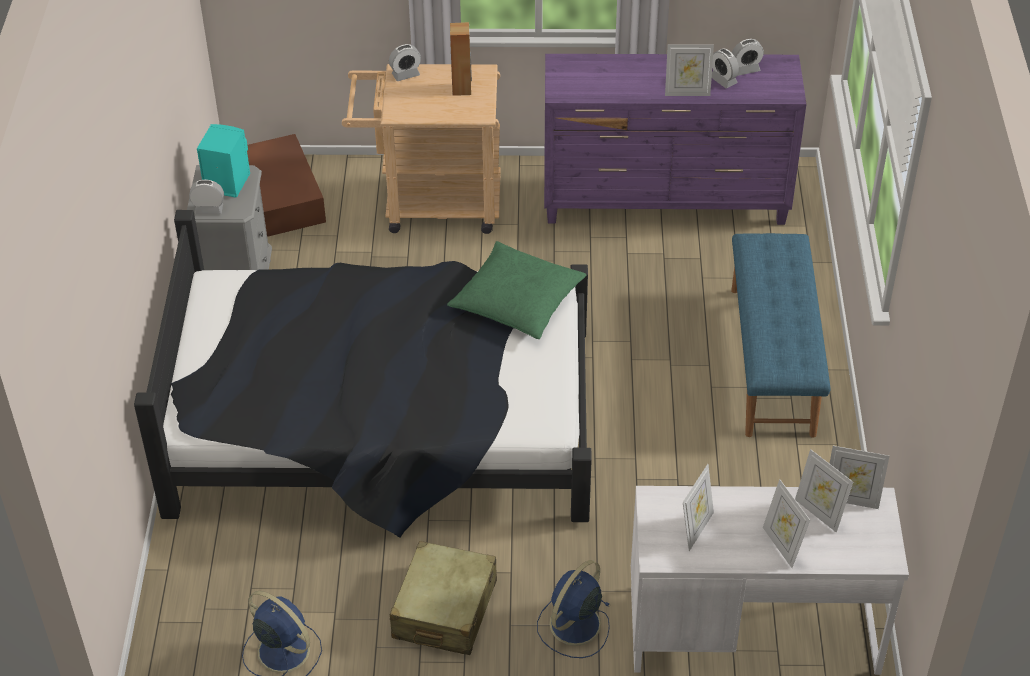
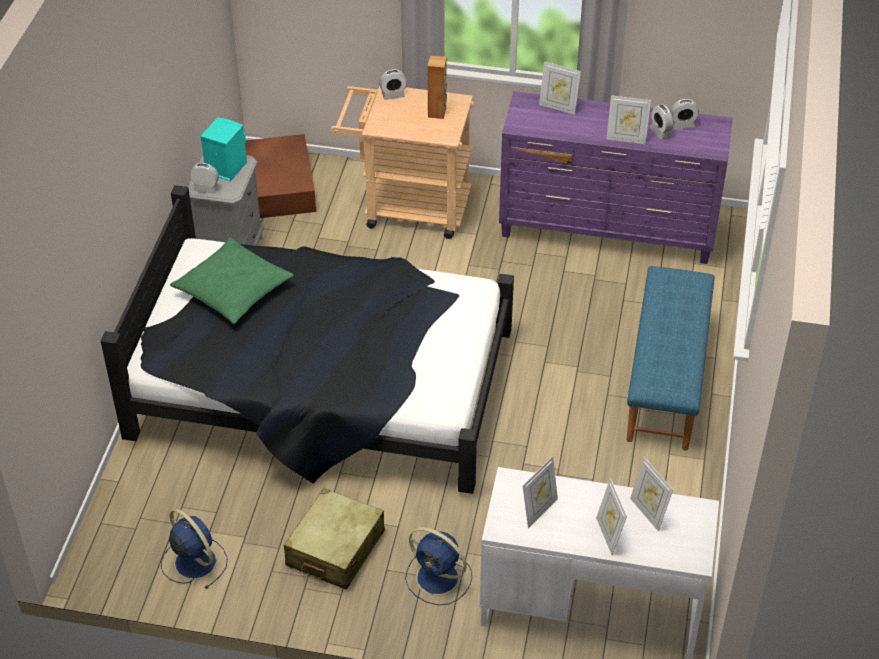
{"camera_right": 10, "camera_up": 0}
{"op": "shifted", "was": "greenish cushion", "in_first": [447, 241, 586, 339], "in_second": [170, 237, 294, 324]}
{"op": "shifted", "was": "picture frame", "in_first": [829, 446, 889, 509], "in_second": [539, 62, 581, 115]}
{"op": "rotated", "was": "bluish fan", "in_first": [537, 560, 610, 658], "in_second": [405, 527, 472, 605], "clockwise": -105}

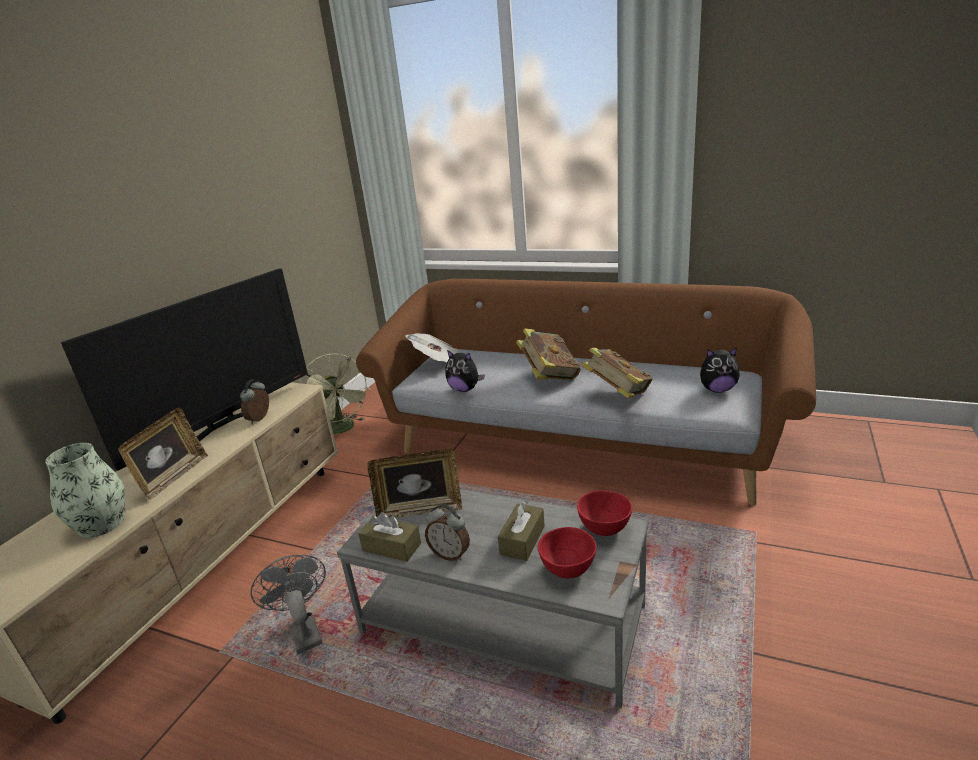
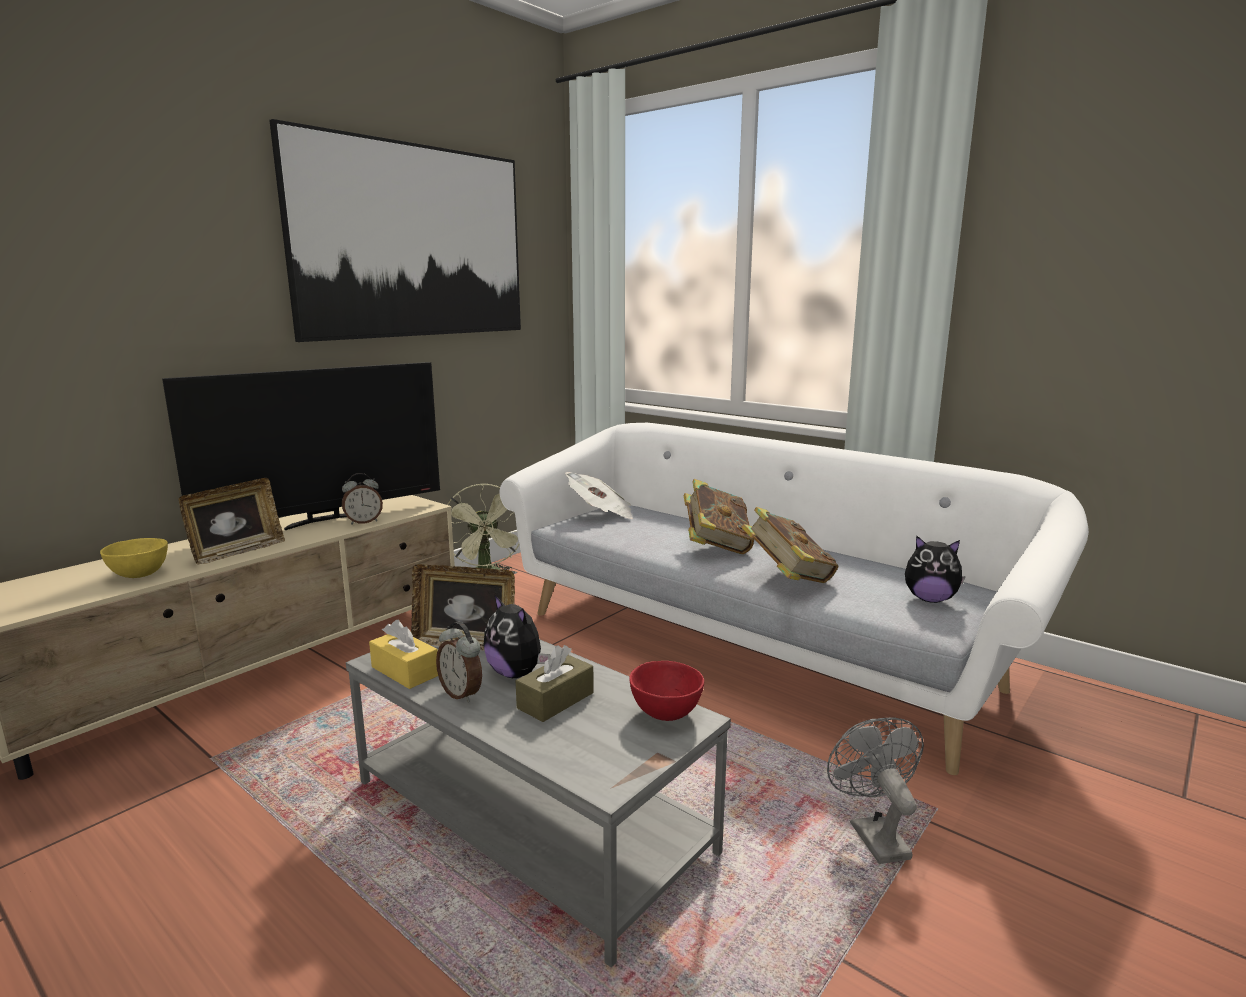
{"camera_right": 15, "camera_up": -10}
{"op": "gone", "was": "red-coloured bowl", "in_first": [538, 527, 597, 578]}
{"op": "new", "now": "picture", "in_second": [269, 119, 521, 342]}
{"op": "shifted", "was": "greyish fan", "in_first": [251, 554, 326, 654], "in_second": [827, 717, 924, 864]}
{"op": "shifted", "was": "cuddly toy", "in_first": [445, 350, 484, 392], "in_second": [484, 594, 551, 678]}
{"op": "swapped", "was": "decorative vase", "now": "yellow bowl", "in_first": [45, 443, 125, 538], "in_second": [100, 538, 168, 578]}
{"op": "repainted", "was": "brown settee", "now": "white settee", "in_first": [356, 279, 816, 505], "in_second": [500, 423, 1089, 775]}
{"op": "repainted", "was": "brown tissue box", "now": "yellow tissue box", "in_first": [358, 512, 421, 562], "in_second": [369, 620, 438, 689]}
{"op": "rotated", "was": "alarm clock", "in_first": [240, 379, 269, 424], "in_second": [342, 473, 383, 525], "clockwise": -150}

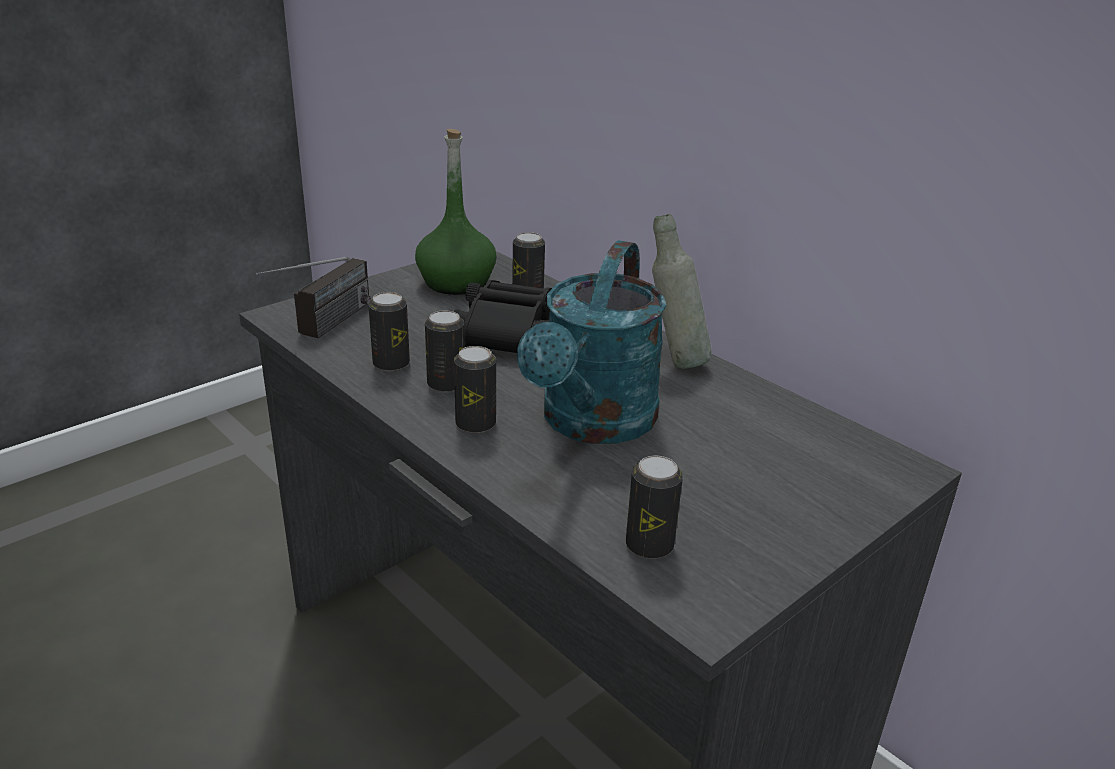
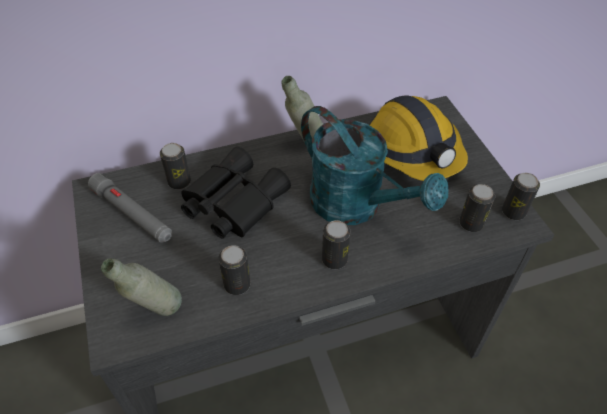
{"camera_right": -65, "camera_up": 20}
{"op": "new", "now": "hard hat", "in_second": [369, 95, 468, 181]}
{"op": "shifted", "was": "metal can", "in_first": [425, 310, 465, 393], "in_second": [502, 173, 540, 220]}
{"op": "swapped", "was": "radio", "now": "greyish beverage bottle", "in_first": [256, 257, 371, 338], "in_second": [101, 258, 182, 316]}
{"op": "swapped", "was": "greenish beverage bottle", "now": "greyish torch", "in_first": [415, 129, 496, 295], "in_second": [88, 173, 172, 243]}

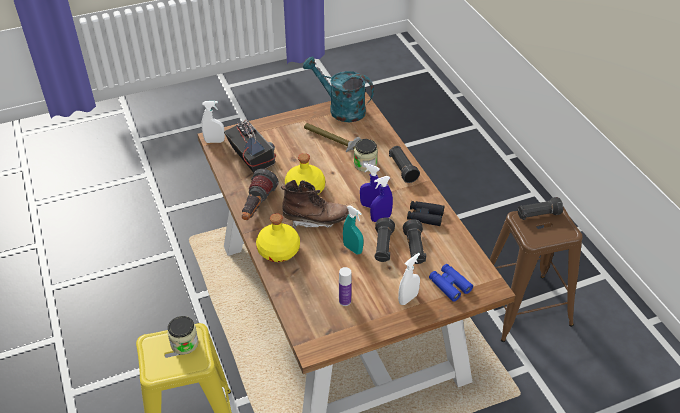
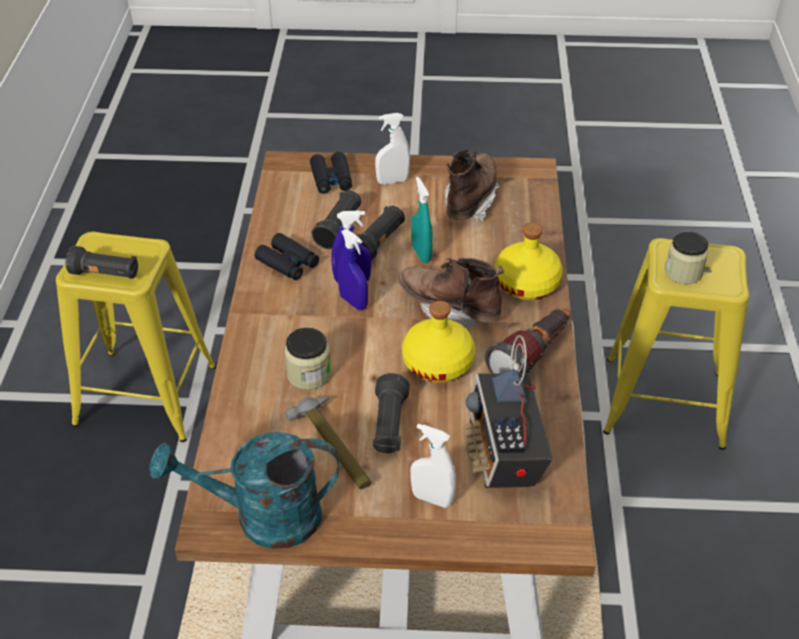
{"camera_right": -155, "camera_up": 0}
{"op": "shifted", "was": "white spray bottle", "in_first": [201, 101, 225, 143], "in_second": [410, 424, 456, 508]}
{"op": "shifted", "was": "blackish torch", "in_first": [389, 146, 420, 183], "in_second": [373, 373, 410, 454]}
{"op": "swapped", "was": "beverage bottle", "now": "brown high-top boot", "in_first": [339, 267, 352, 306], "in_second": [445, 149, 500, 222]}
{"op": "repainted", "was": "bluish field glasses", "now": "blackish field glasses", "in_first": [429, 264, 473, 302], "in_second": [310, 152, 352, 194]}
{"op": "repainted", "was": "brown sitting stool", "now": "yellow sitting stool", "in_first": [490, 207, 583, 342], "in_second": [56, 232, 216, 442]}
{"op": "rotated", "was": "turquoise watering pot", "in_first": [303, 57, 374, 122], "in_second": [149, 432, 339, 549], "clockwise": 120}

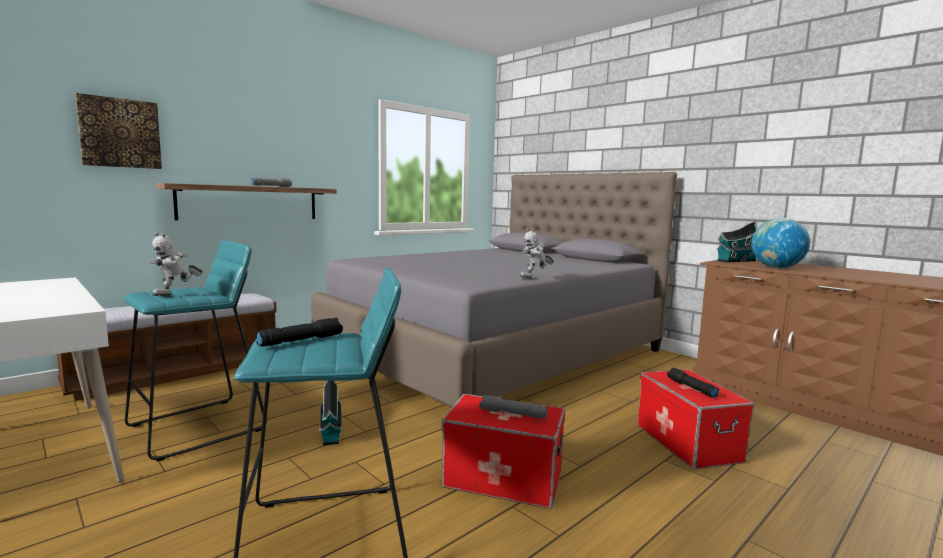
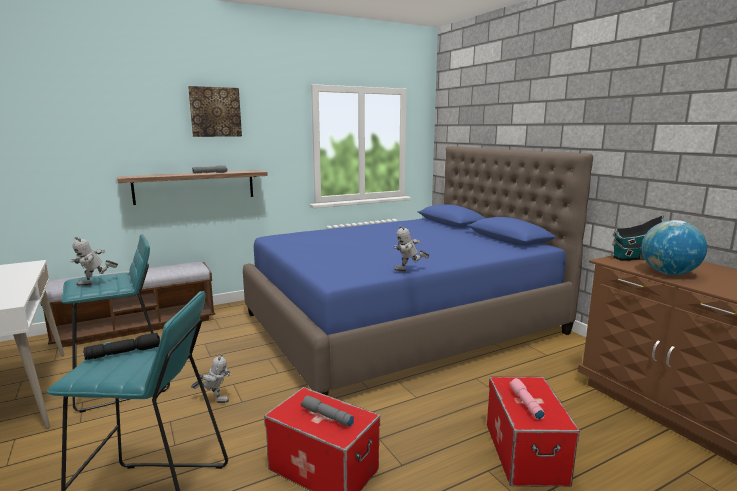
{"camera_right": 15, "camera_up": 5}
{"op": "shifted", "was": "picture", "in_first": [75, 93, 162, 169], "in_second": [188, 86, 242, 137]}
{"op": "swapped", "was": "toy house", "now": "toy robot", "in_first": [319, 381, 342, 446], "in_second": [191, 353, 232, 403]}
{"op": "repainted", "was": "greyish bedroom bed", "now": "bluish bedroom bed", "in_first": [311, 172, 677, 408], "in_second": [243, 146, 593, 396]}
{"op": "repainted", "was": "blackish torch", "now": "pink torch", "in_first": [667, 368, 719, 398], "in_second": [509, 378, 545, 419]}

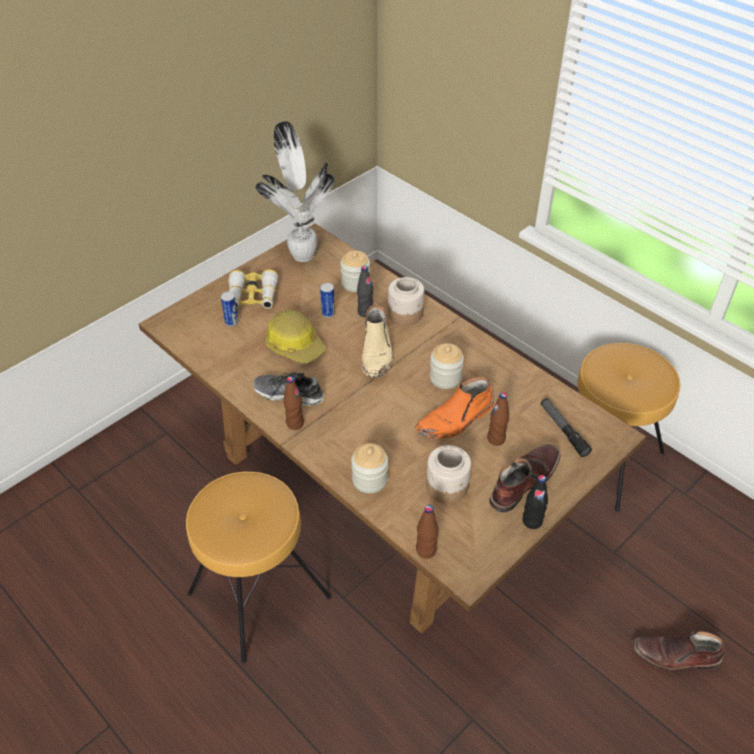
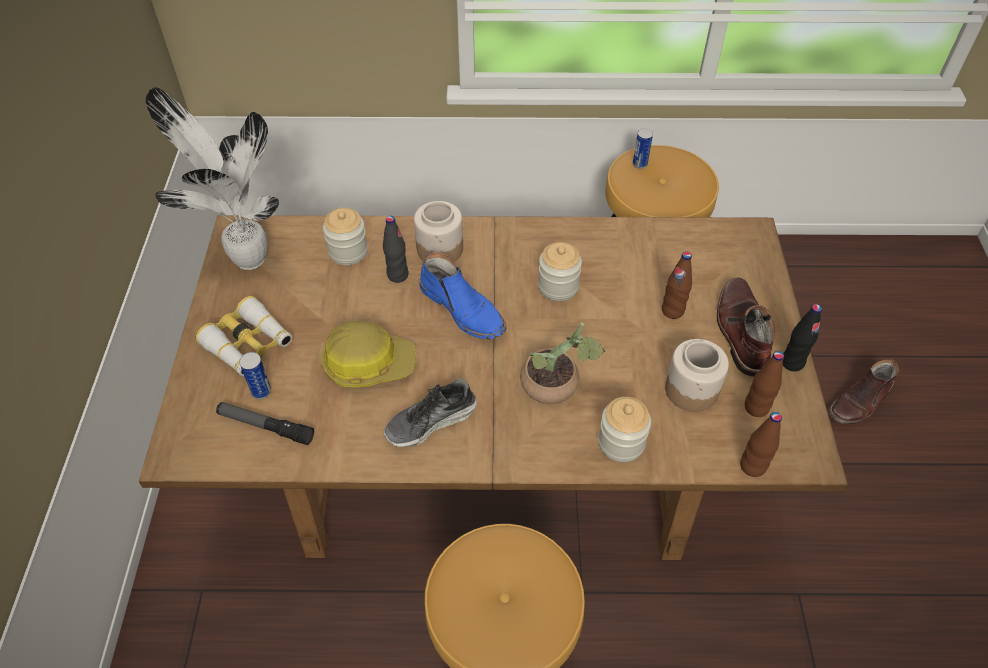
{"camera_right": -45, "camera_up": 5}
{"op": "gone", "was": "orangey high-top boot", "in_first": [415, 377, 494, 439]}
{"op": "new", "now": "potted plant", "in_second": [520, 322, 605, 404]}
{"op": "shifted", "was": "brown beverage bottle", "in_first": [283, 376, 304, 430], "in_second": [745, 351, 784, 417]}
{"op": "shifted", "was": "metal can", "in_first": [320, 283, 335, 318], "in_second": [633, 128, 653, 169]}
{"op": "shifted", "was": "torch", "in_first": [541, 398, 592, 457], "in_second": [216, 402, 314, 445]}
{"op": "repainted", "was": "beige high-top boot", "now": "bluish high-top boot", "in_first": [361, 304, 393, 377], "in_second": [419, 252, 506, 339]}

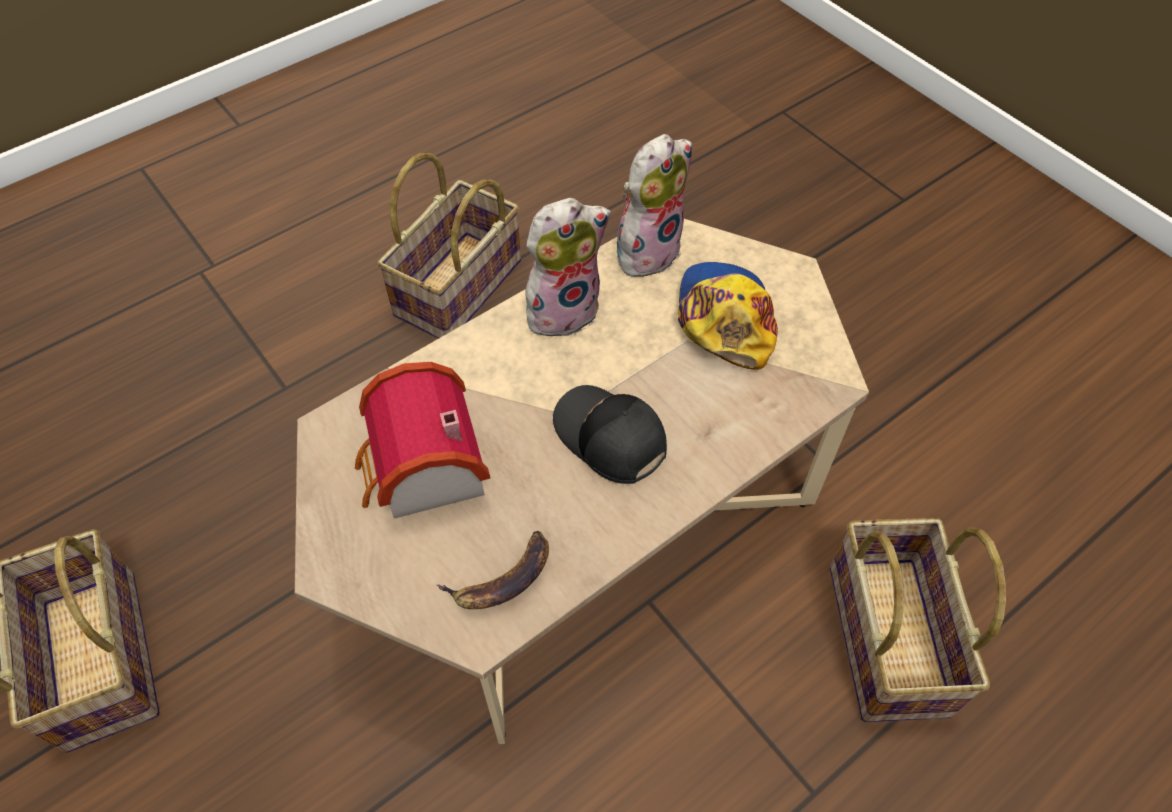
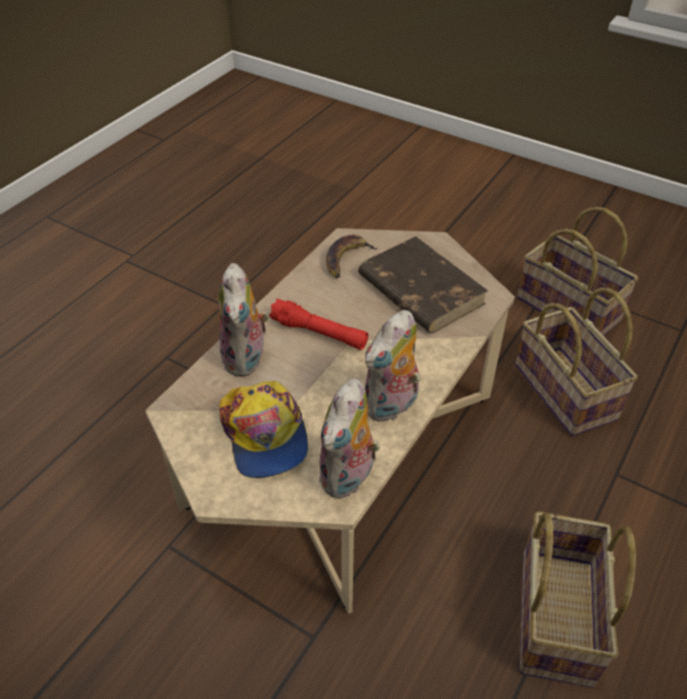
{"camera_right": 160, "camera_up": -10}
{"op": "new", "now": "cuddly toy", "in_second": [219, 263, 269, 377]}
{"op": "shifted", "was": "storage basket", "in_first": [830, 518, 1006, 722], "in_second": [515, 287, 638, 436]}
{"op": "swapped", "was": "toy house", "now": "brown book", "in_first": [355, 362, 490, 519], "in_second": [358, 236, 488, 334]}
{"op": "swapped", "was": "blackish peaked cap", "now": "red-coloured torch", "in_first": [553, 385, 667, 484], "in_second": [269, 299, 368, 350]}

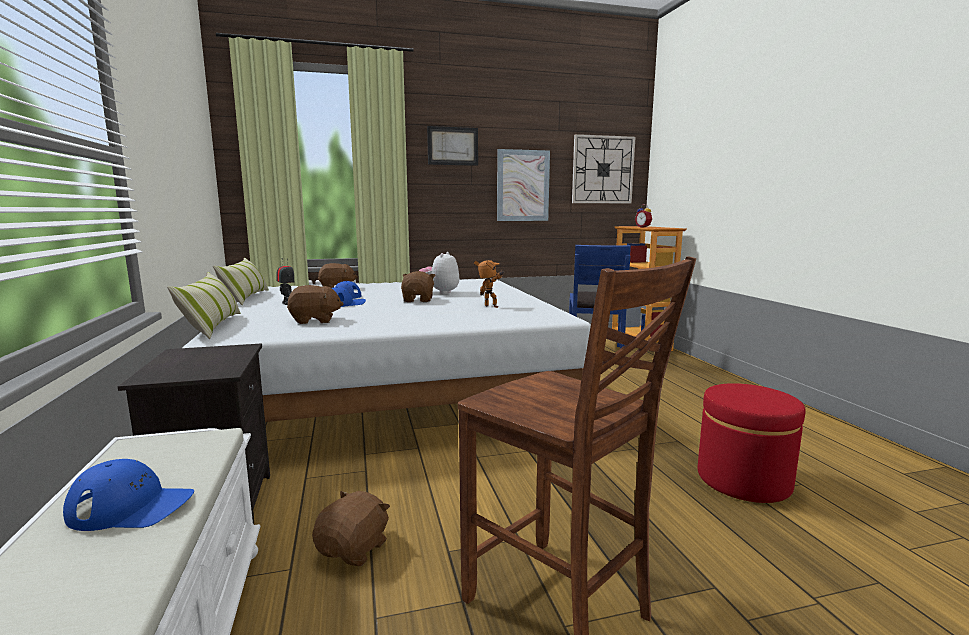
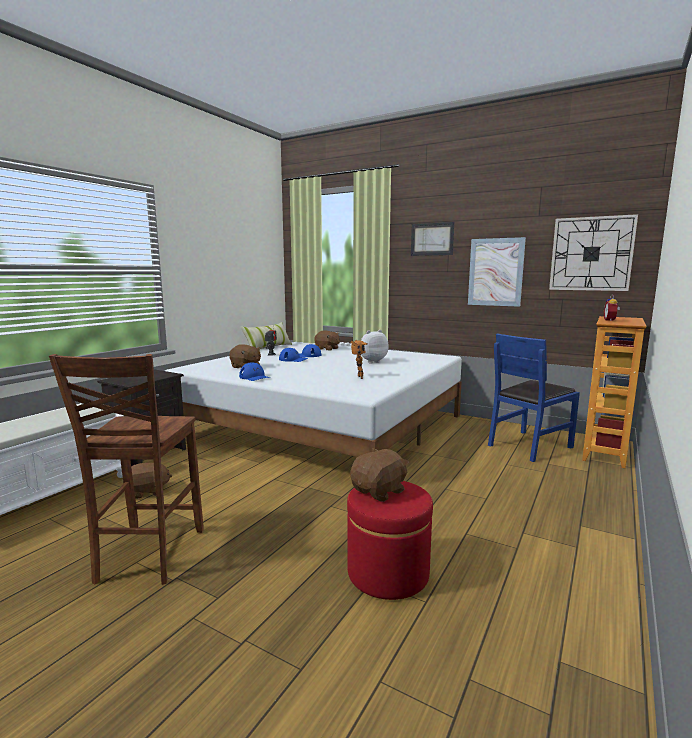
{"camera_right": 45, "camera_up": 0}
{"op": "gone", "was": "cushion", "in_first": [167, 272, 241, 339]}
{"op": "shifted", "was": "bluish peaked cap", "in_first": [63, 459, 194, 531], "in_second": [239, 362, 270, 381]}
{"op": "shifted", "was": "brown cuddly toy", "in_first": [401, 271, 436, 302], "in_second": [350, 448, 409, 502]}

